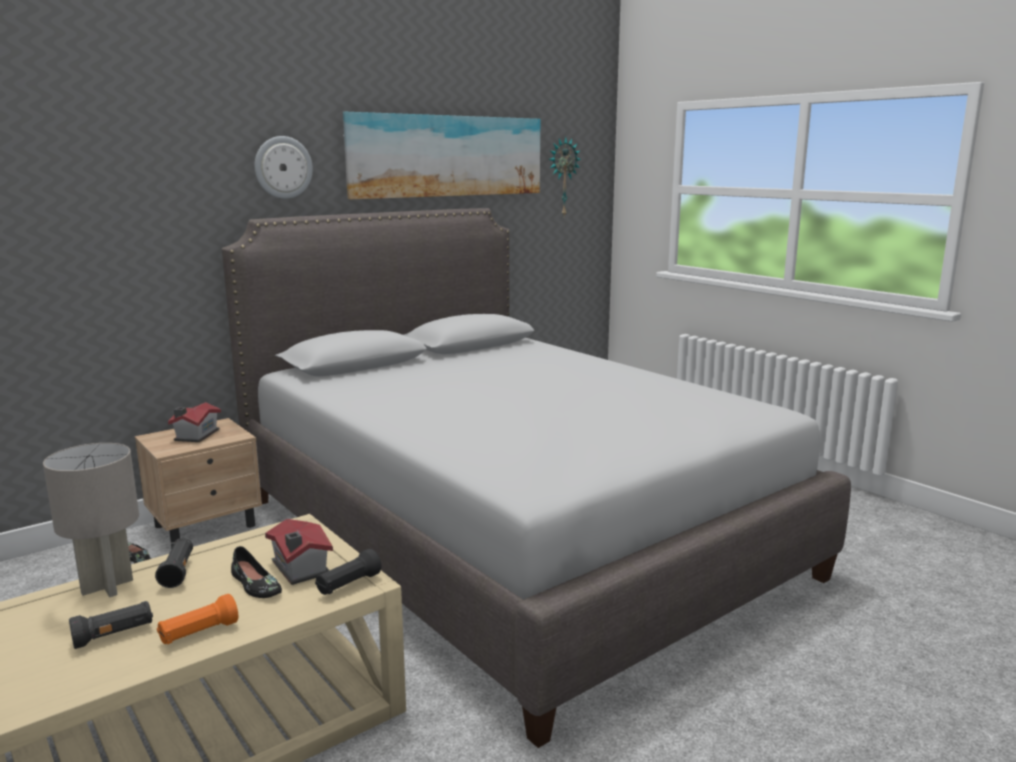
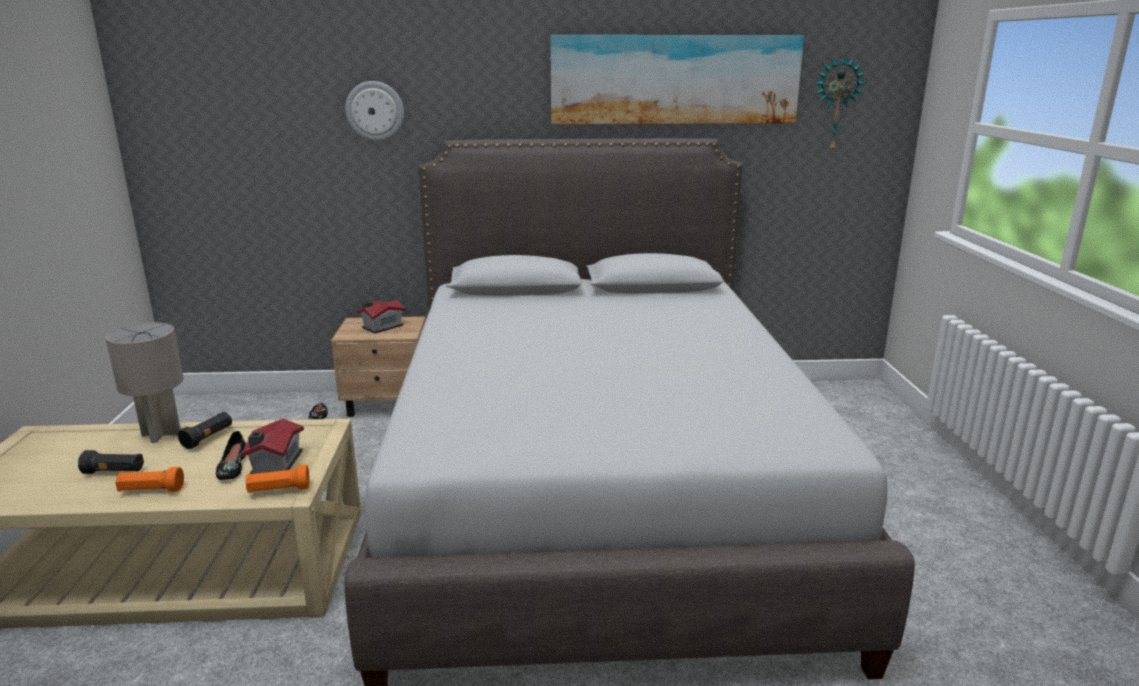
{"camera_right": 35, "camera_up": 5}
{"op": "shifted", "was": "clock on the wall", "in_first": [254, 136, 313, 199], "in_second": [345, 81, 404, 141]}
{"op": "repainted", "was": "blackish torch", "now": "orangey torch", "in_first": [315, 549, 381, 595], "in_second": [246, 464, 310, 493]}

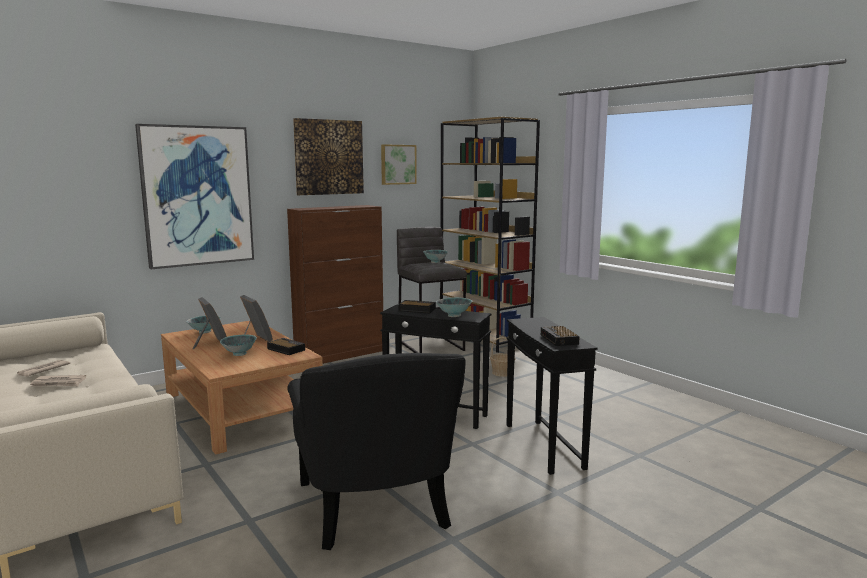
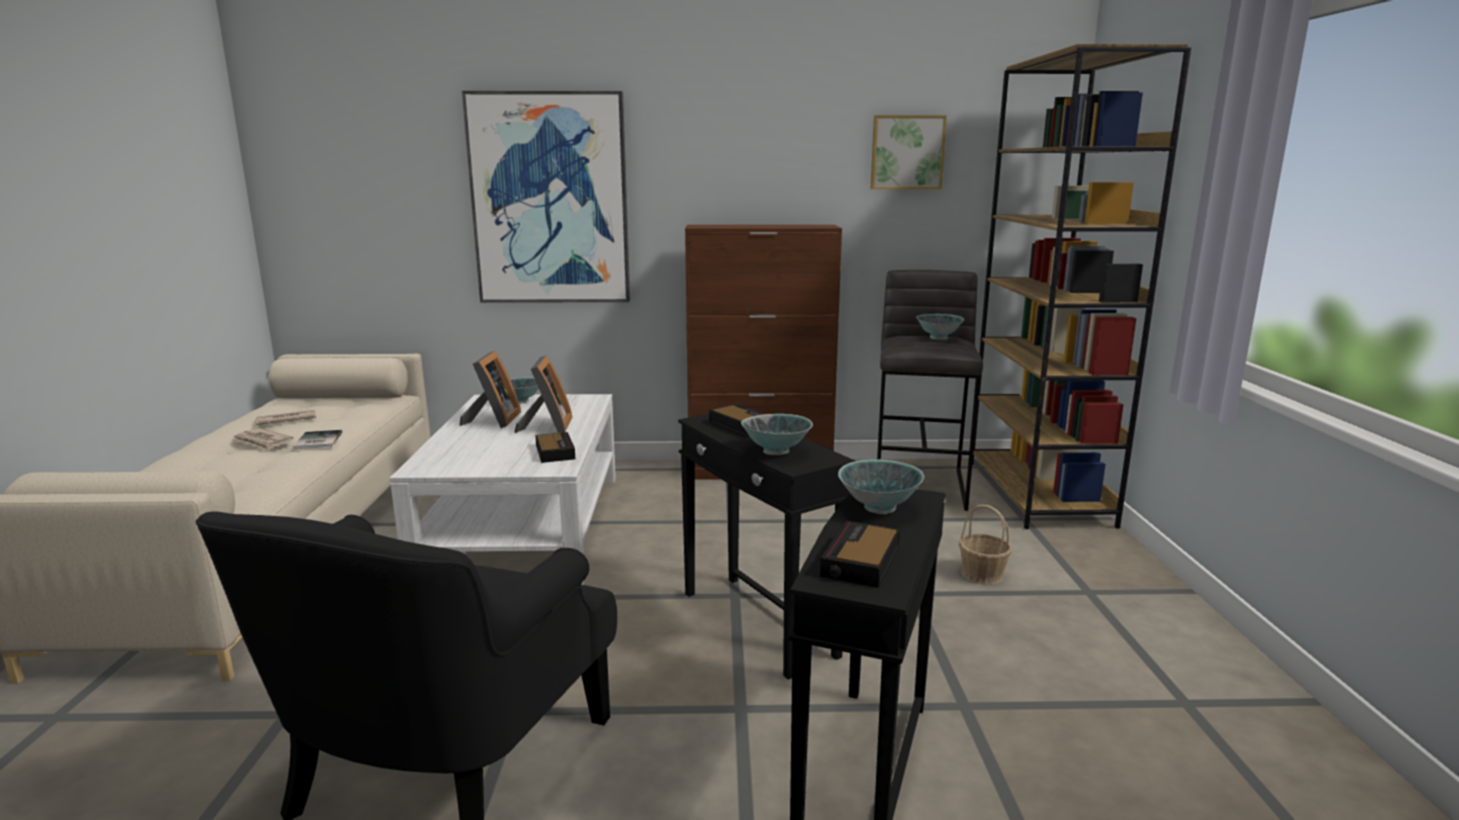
{"camera_right": 35, "camera_up": 5}
{"op": "gone", "was": "picture", "in_first": [293, 118, 364, 195]}
{"op": "new", "now": "book", "in_second": [293, 430, 342, 449]}
{"op": "shifted", "was": "bowl", "in_first": [220, 335, 257, 356], "in_second": [838, 459, 924, 514]}
{"op": "repainted", "was": "brown coffee table", "now": "white coffee table", "in_first": [161, 321, 323, 455], "in_second": [389, 394, 616, 585]}

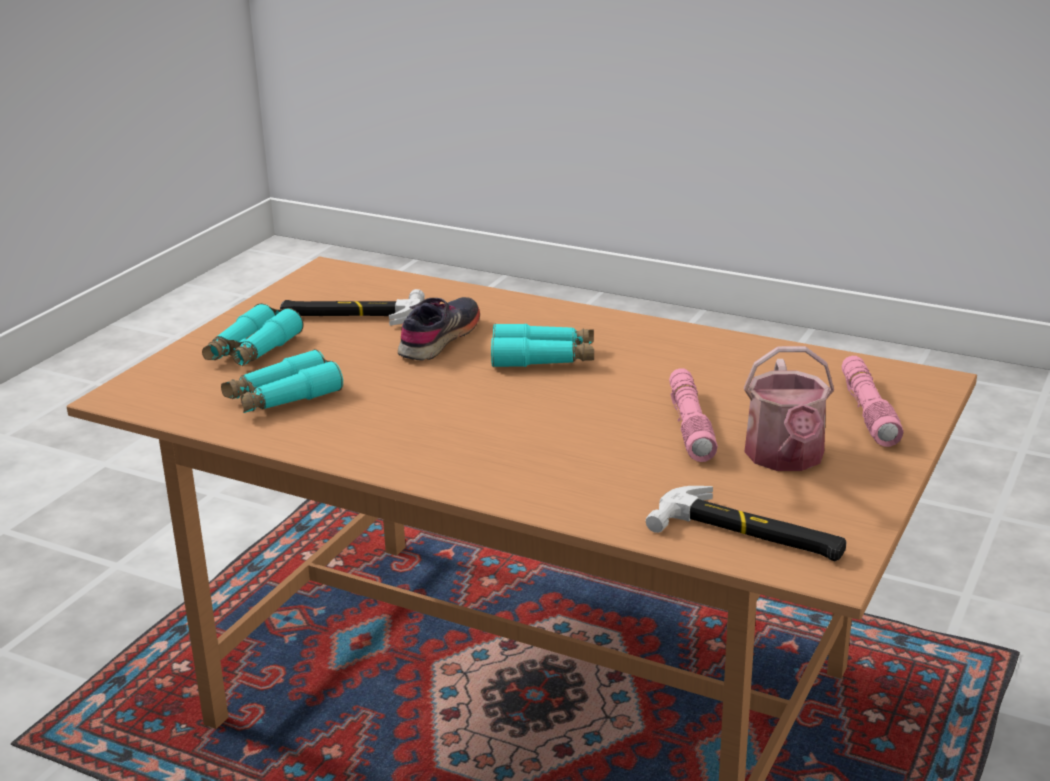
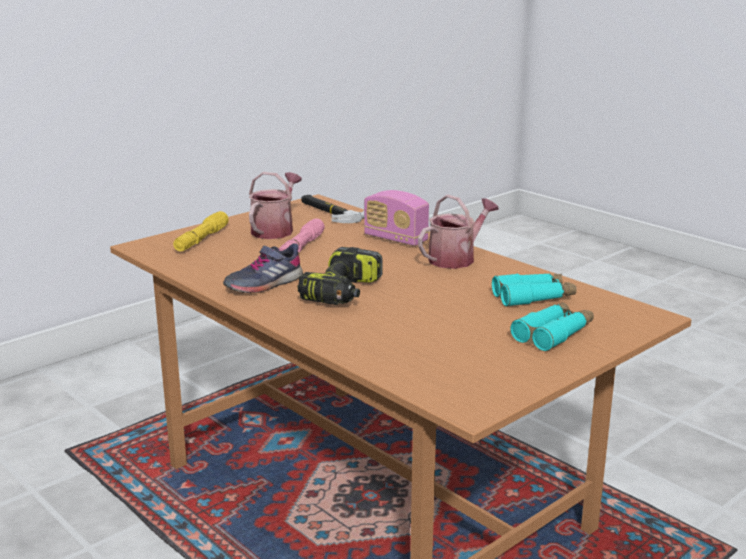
{"camera_right": -160, "camera_up": -5}
{"op": "gone", "was": "tool hammer", "in_first": [280, 289, 425, 326]}
{"op": "new", "now": "radio", "in_second": [364, 190, 429, 246]}
{"op": "new", "now": "watering pot", "in_second": [418, 194, 499, 269]}
{"op": "shifted", "was": "greyish shoe", "in_first": [398, 297, 480, 361], "in_second": [223, 243, 303, 293]}
{"op": "swapped", "was": "turquoise field glasses", "now": "drill", "in_first": [491, 323, 594, 367], "in_second": [298, 247, 383, 305]}
{"op": "repainted", "was": "pink torch", "now": "yellow torch", "in_first": [842, 356, 904, 447], "in_second": [173, 211, 229, 251]}

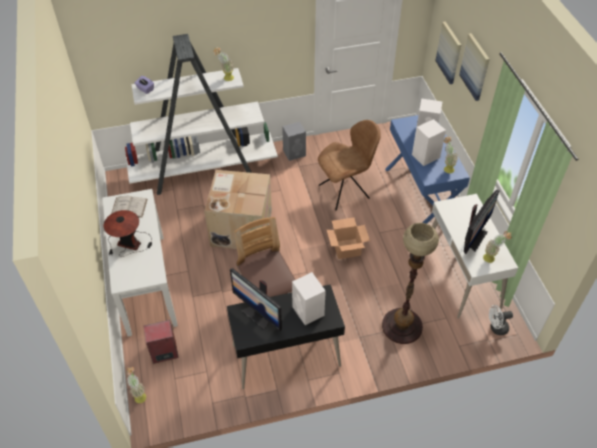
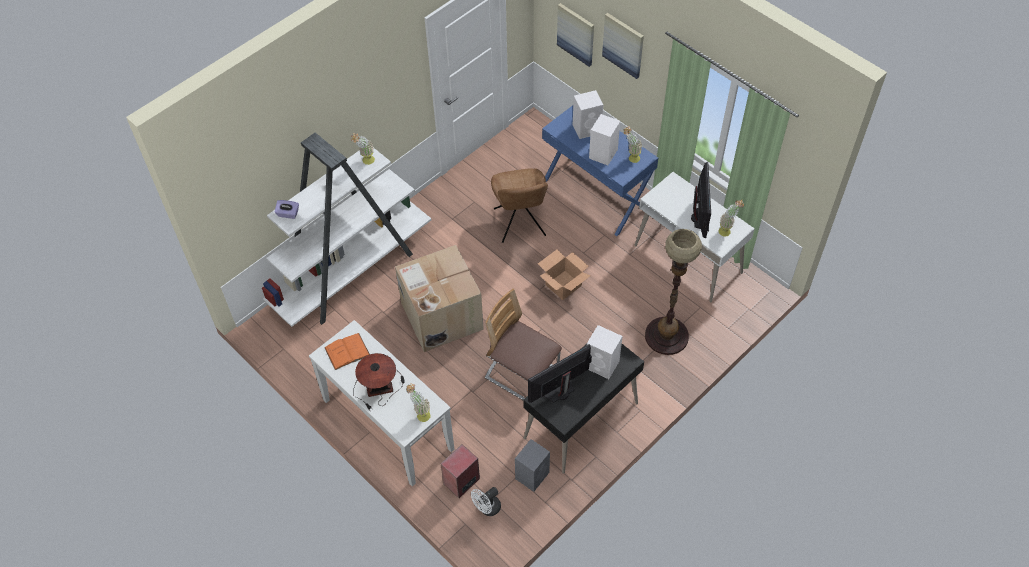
{"camera_right": -30, "camera_up": 5}
{"op": "shifted", "was": "potted plant", "in_first": [126, 367, 146, 403], "in_second": [406, 383, 430, 422]}
{"op": "shifted", "was": "greyish audio speaker", "in_first": [282, 122, 306, 161], "in_second": [515, 439, 550, 492]}
{"op": "shifted", "was": "white fan", "in_first": [489, 305, 513, 335], "in_second": [471, 487, 501, 516]}
{"op": "repainted", "was": "white book", "now": "orangey book", "in_first": [111, 196, 147, 218], "in_second": [324, 333, 370, 370]}
{"op": "rotated", "was": "monitor", "in_first": [230, 268, 282, 331], "in_second": [528, 344, 592, 403], "clockwise": 135}
{"op": "rotated", "was": "brown plain chair", "in_first": [318, 120, 381, 211], "in_second": [491, 168, 548, 243], "clockwise": 135}

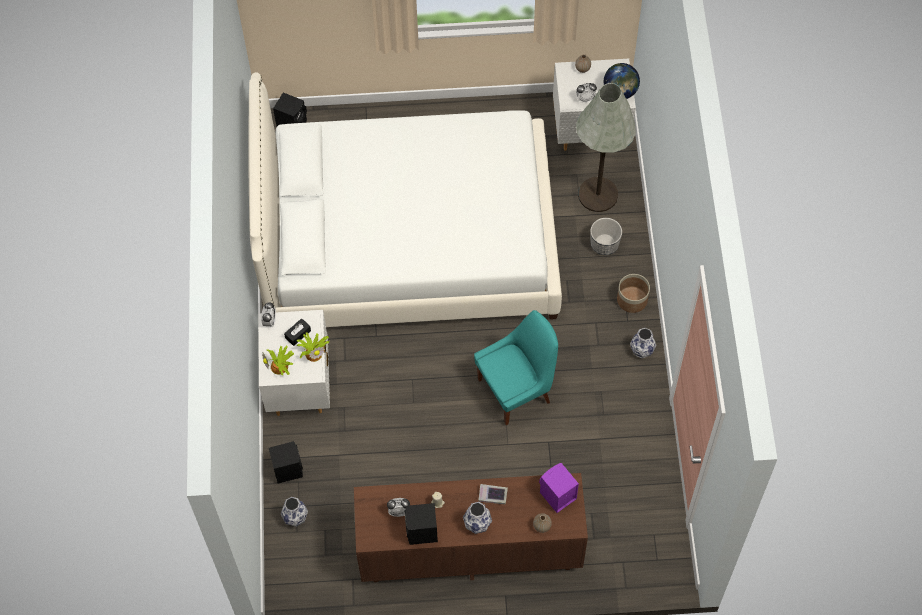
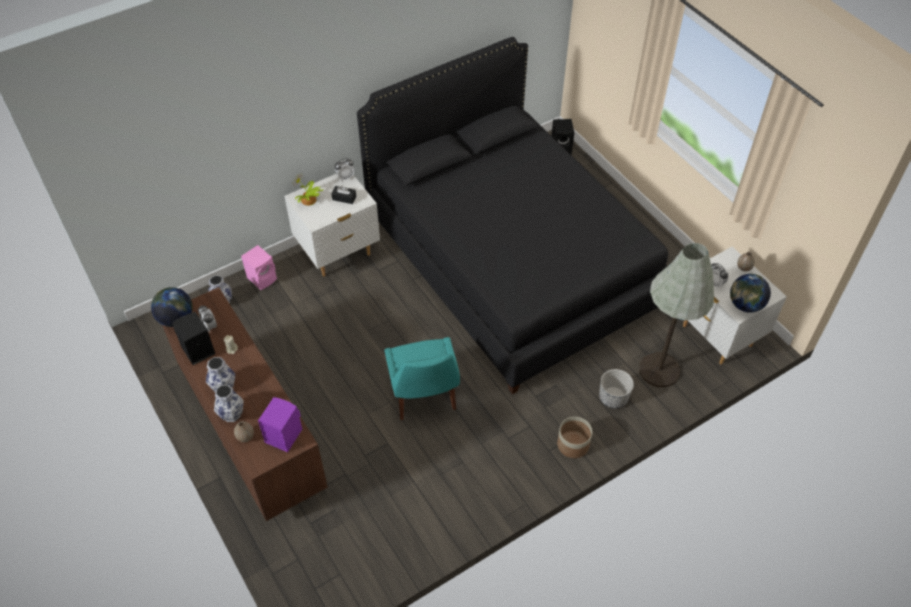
{"camera_right": 60, "camera_up": -10}
{"op": "gone", "was": "potted plant", "in_first": [297, 332, 329, 362]}
{"op": "gone", "was": "book", "in_first": [478, 484, 508, 505]}
{"op": "new", "now": "world globe", "in_second": [151, 287, 193, 327]}
{"op": "shifted", "was": "decorative vase", "in_first": [630, 328, 656, 358], "in_second": [214, 385, 244, 422]}
{"op": "repainted", "was": "white bedroom bed", "now": "blackish bedroom bed", "in_first": [248, 72, 562, 327], "in_second": [357, 37, 668, 394]}
{"op": "repainted", "was": "blackish audio speaker", "now": "pink audio speaker", "in_first": [269, 441, 303, 484], "in_second": [241, 245, 277, 290]}
{"op": "rotated", "was": "turquoise plain chair", "in_first": [474, 310, 558, 425], "in_second": [384, 337, 460, 420], "clockwise": 45}

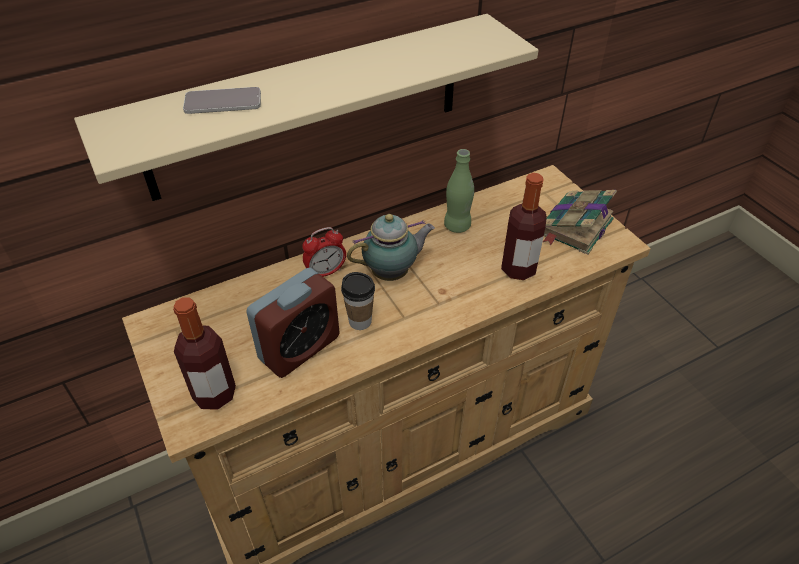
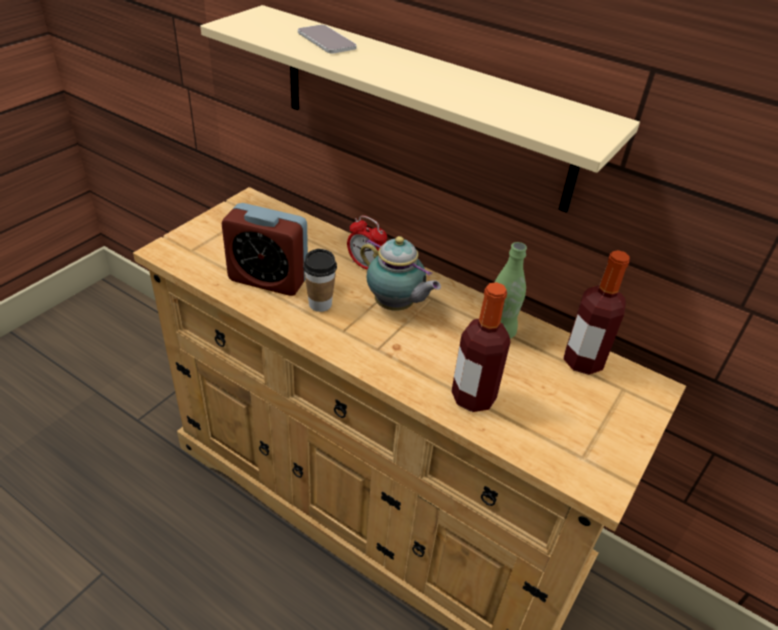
{"camera_right": 60, "camera_up": -5}
{"op": "gone", "was": "book", "in_first": [543, 190, 617, 255]}
{"op": "shifted", "was": "beverage bottle", "in_first": [173, 297, 236, 410], "in_second": [563, 250, 630, 375]}

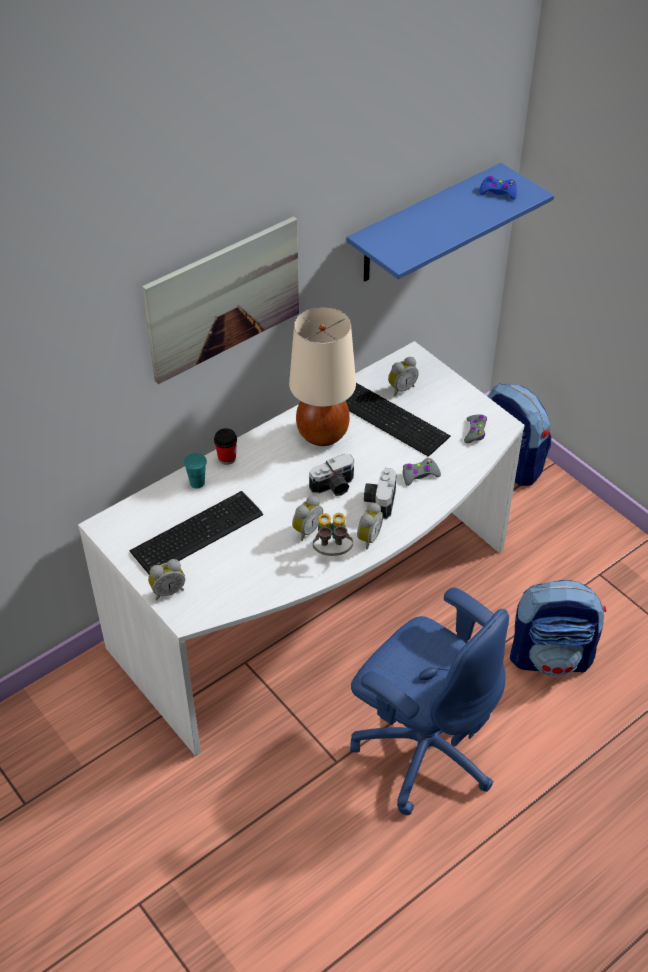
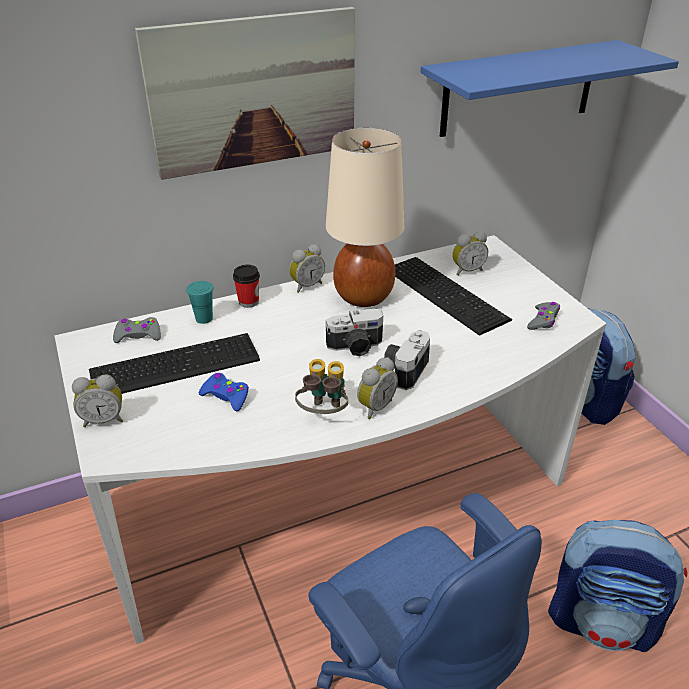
{"camera_right": 15, "camera_up": -10}
{"op": "shifted", "was": "alarm clock", "in_first": [292, 496, 323, 541], "in_second": [289, 244, 325, 293]}
{"op": "shifted", "was": "greyish gamepad", "in_first": [403, 458, 441, 486], "in_second": [113, 317, 161, 343]}
{"op": "shifted", "was": "bluish gamepad", "in_first": [479, 176, 517, 200], "in_second": [199, 373, 249, 411]}

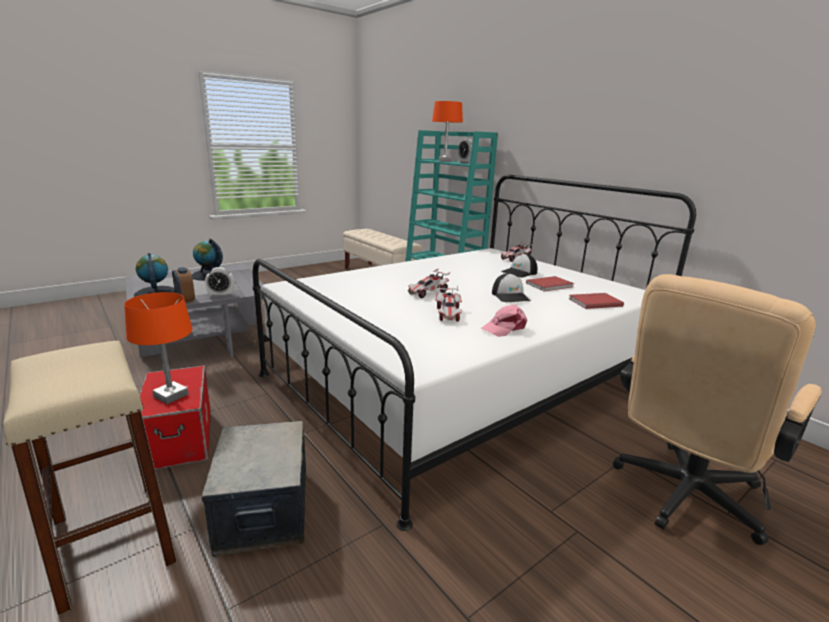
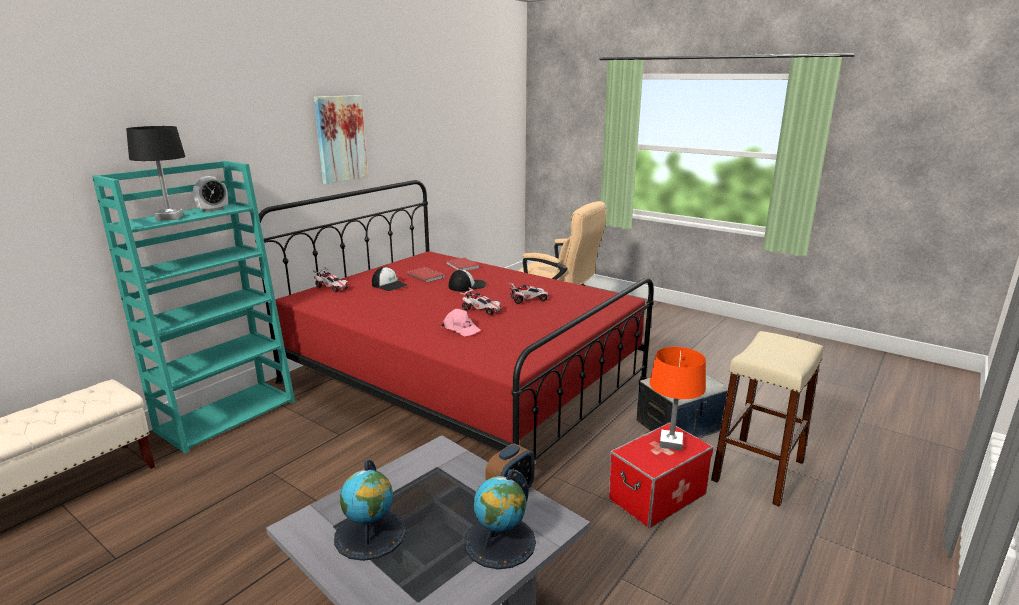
{"camera_right": -105, "camera_up": 0}
{"op": "gone", "was": "alarm clock", "in_first": [205, 267, 234, 297]}
{"op": "new", "now": "picture", "in_second": [314, 95, 368, 184]}
{"op": "shifted", "was": "pink peaked cap", "in_first": [481, 305, 527, 337], "in_second": [441, 309, 481, 336]}
{"op": "repainted", "was": "white bedroom bed", "now": "red-coloured bedroom bed", "in_first": [253, 175, 696, 531], "in_second": [255, 180, 654, 460]}
{"op": "repainted", "was": "orangey tabletop lamp", "now": "blackish tabletop lamp", "in_first": [432, 101, 463, 162], "in_second": [126, 126, 185, 221]}

